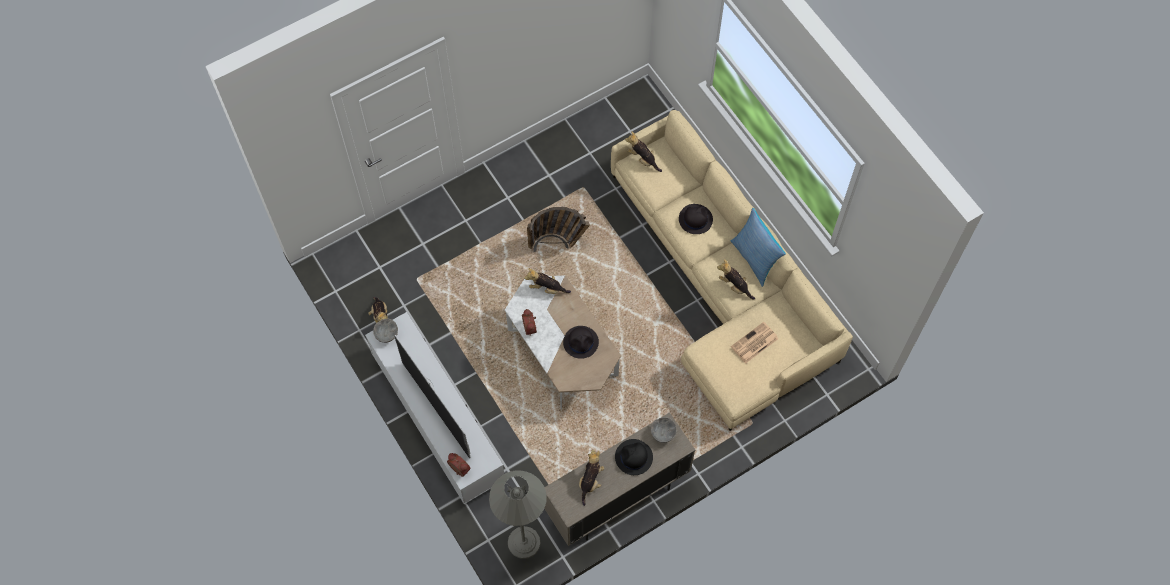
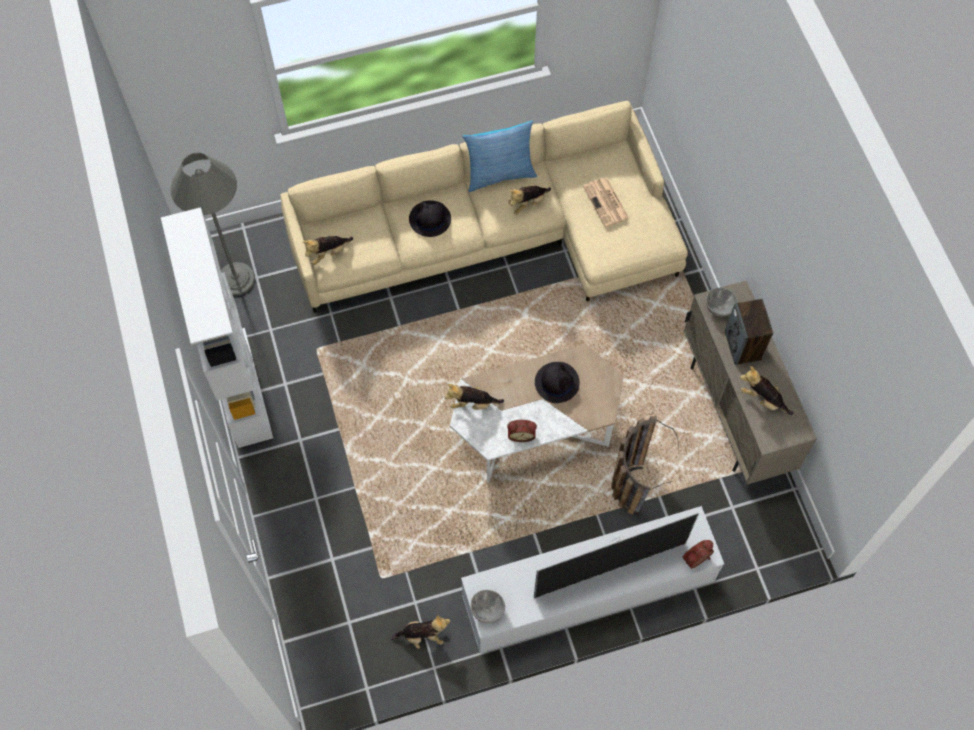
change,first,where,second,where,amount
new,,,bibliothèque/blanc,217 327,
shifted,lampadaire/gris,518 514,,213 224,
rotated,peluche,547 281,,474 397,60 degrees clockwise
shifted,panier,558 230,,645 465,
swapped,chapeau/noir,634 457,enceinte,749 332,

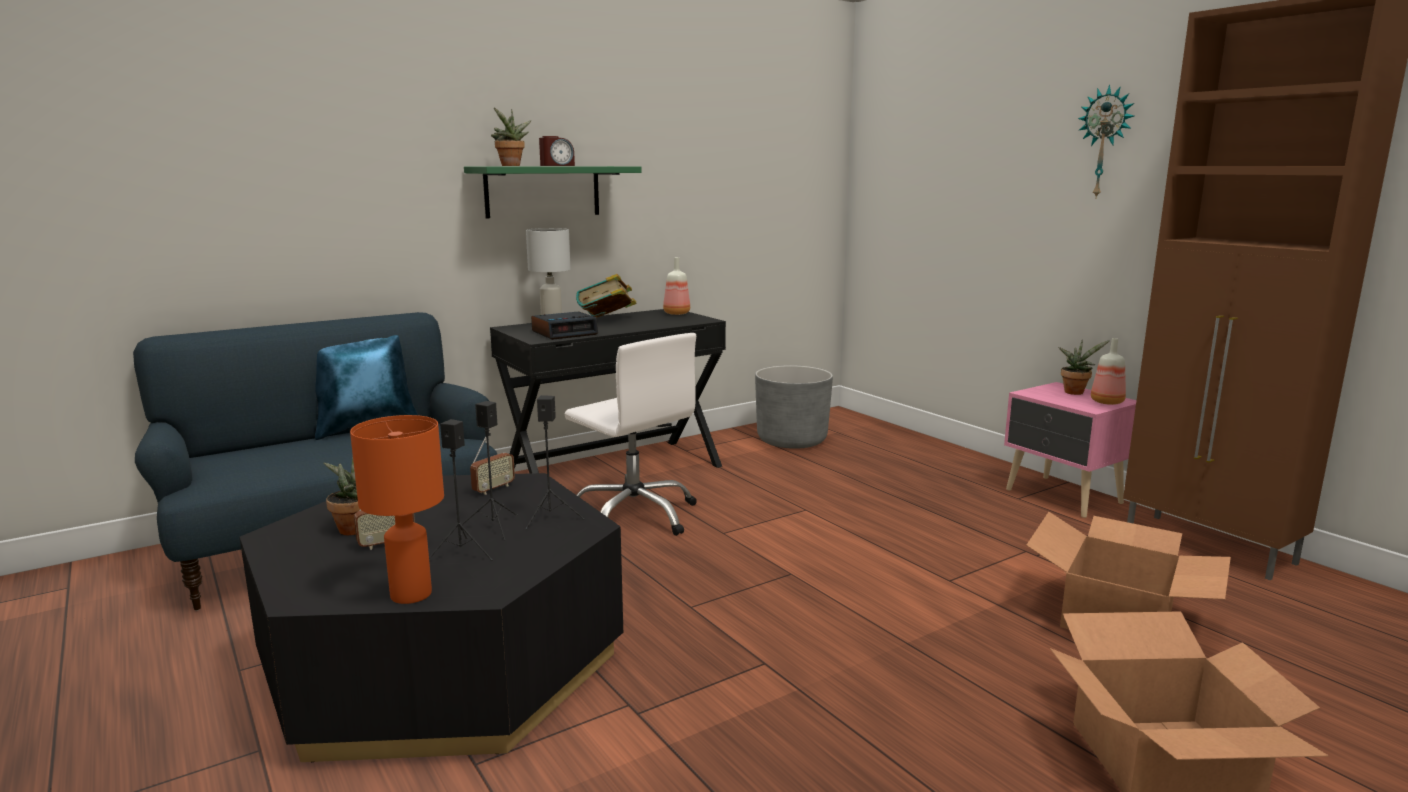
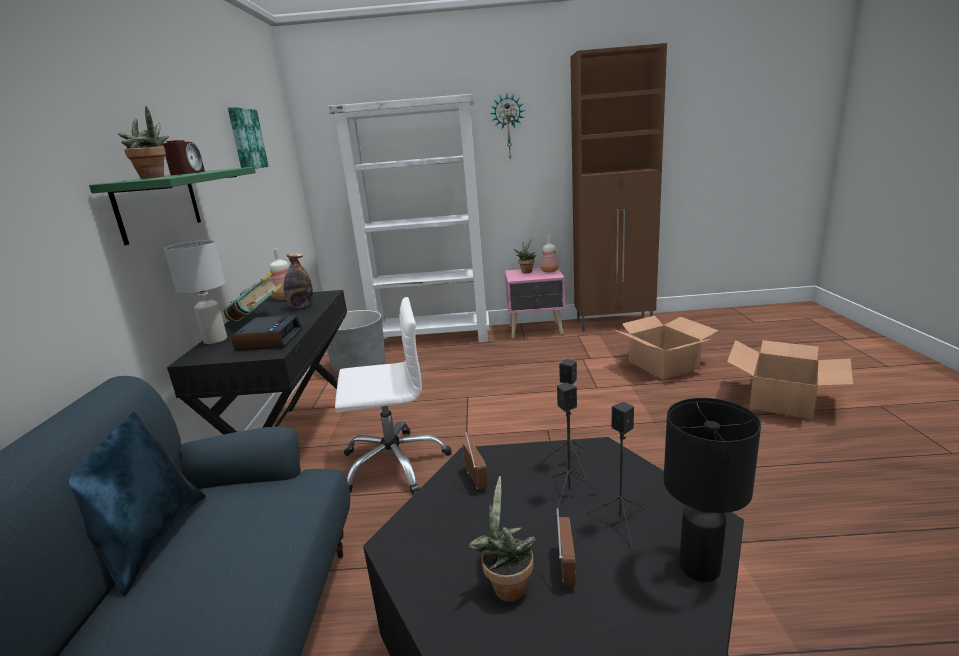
change,first,where,second,where,amount
new,,,tableau,248 138,
new,,,bouteille,298 280,
new,,,bibliothèque/blanc,409 218,
repainted,lampe de table/orange,397 509,lampe de table/noir,712 490,

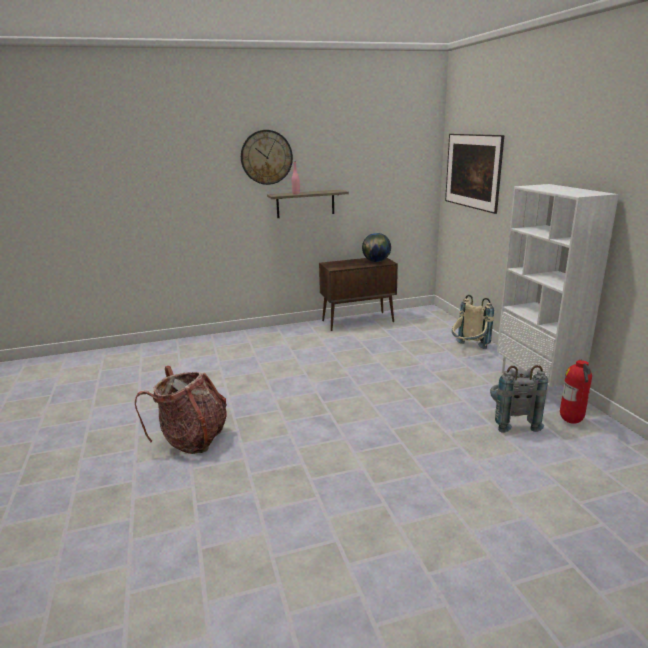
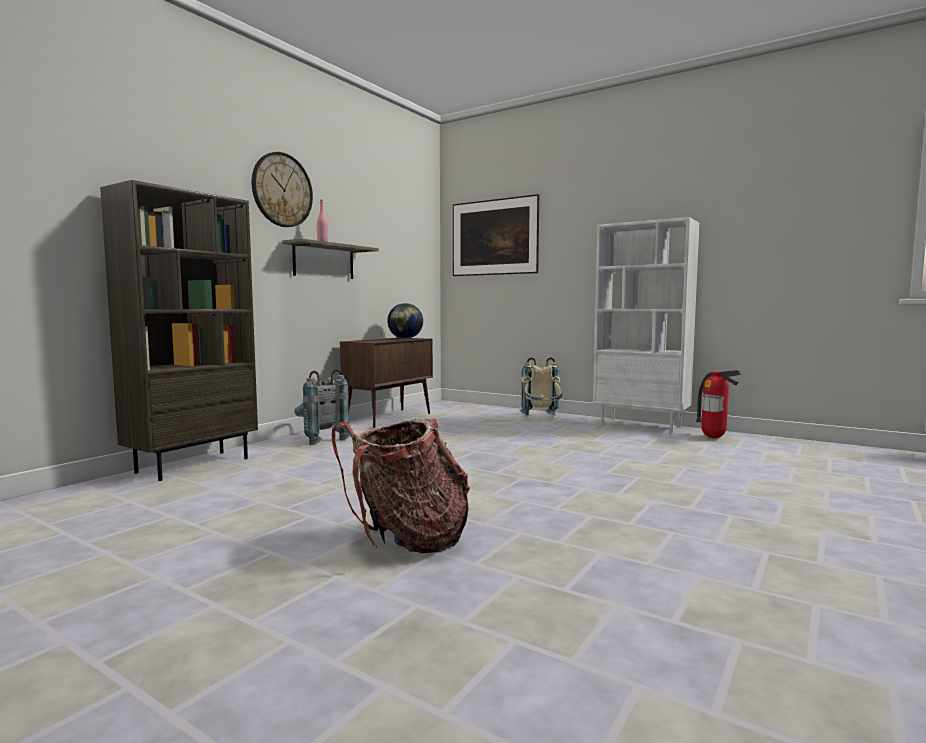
change,first,where,second,where,amount
new,,,bibliothèque/marron,179 330,
shifted,sac à dos/gris,519 398,,322 407,

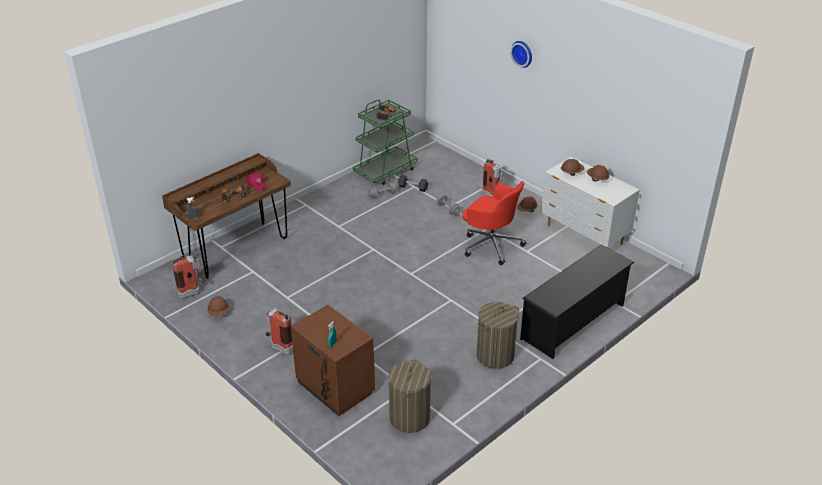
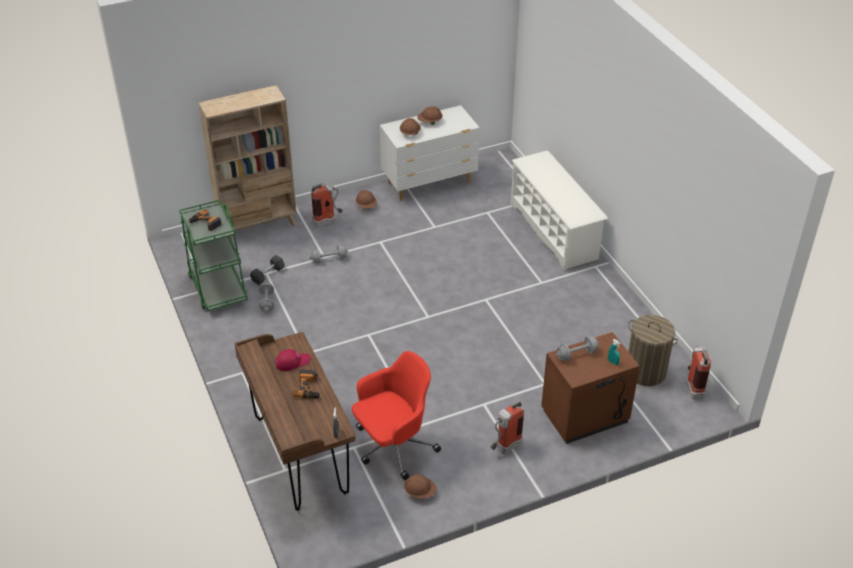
change,first,where,second,where,amount
new,,,bibliothèque/beige,247 163,
shifted,chaise de bureau/rouge,494 223,,396 415,
repainted,étagère à chaussures/noir,577 301,étagère à chaussures/blanc,559 210,
new,,,haltère/gris,577 348,
shifted,extincteur,189 277,,698 372,
gone,panier à linge,498 335,,,
gone,horloge murale,521 54,,,

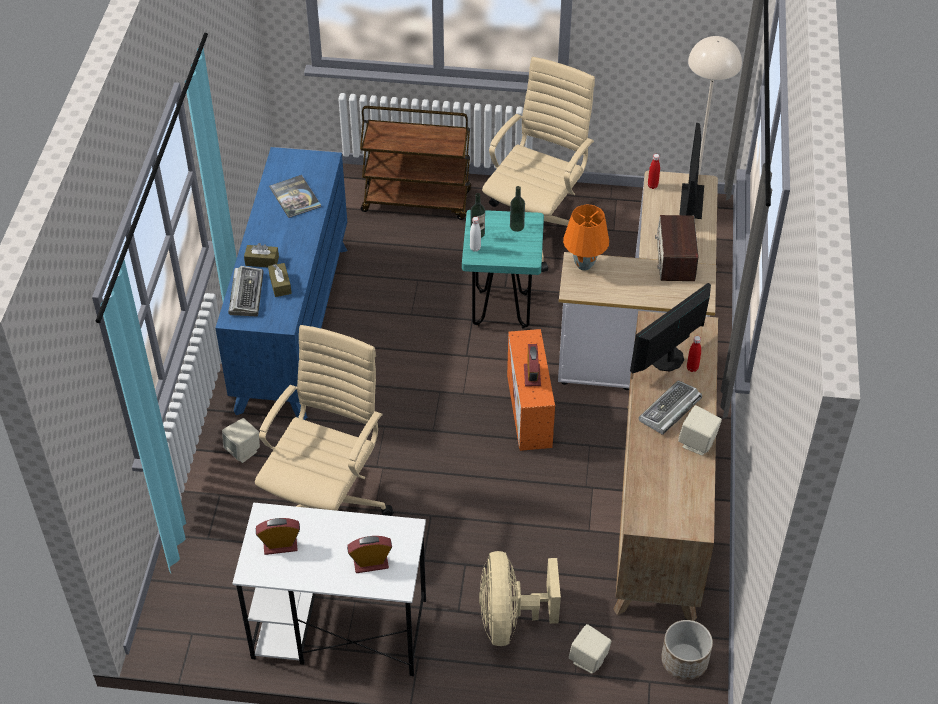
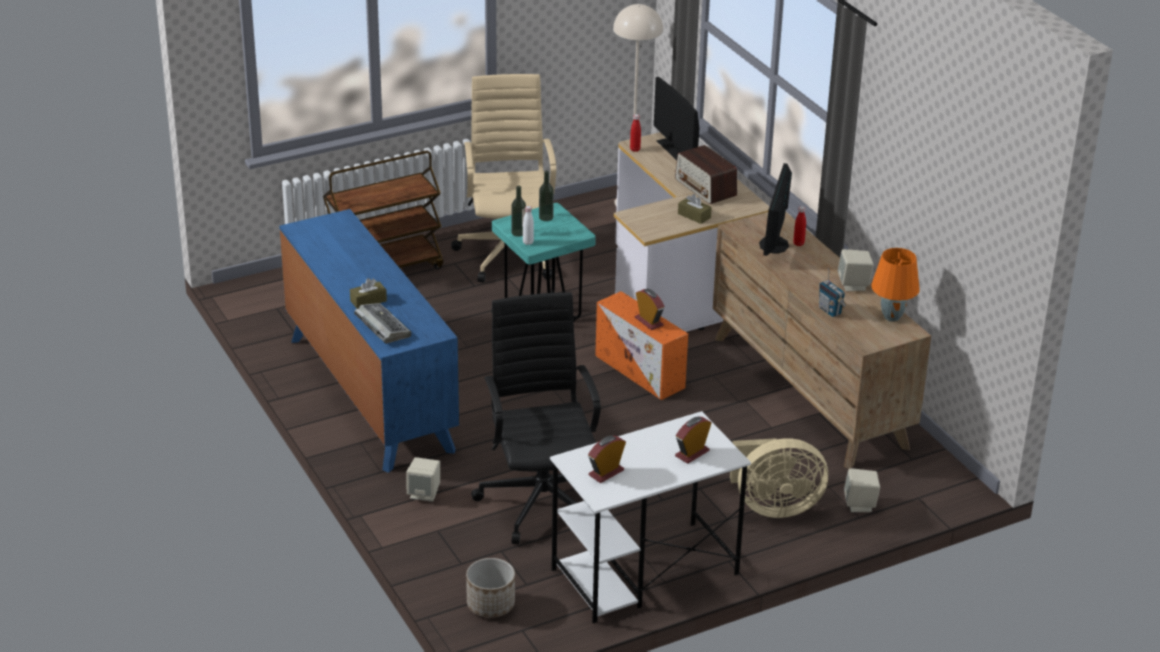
change,first,where,second,where,amount
shifted,cache-pot,687 650,,490 588,
repainted,chaise de bureau/beige,324 420,chaise de bureau/noir,536 418,
shifted,boîte à mouchoirs/marron,280 280,,695 209,
rotated,ventilateur/beige,520 598,,779 478,60 degrees counterclockwise
new,,,radio,832 292,
shifted,lampe de table/orange,586 237,,895 285,
gone,livre,295 196,,,
gone,clavier,670 407,,,

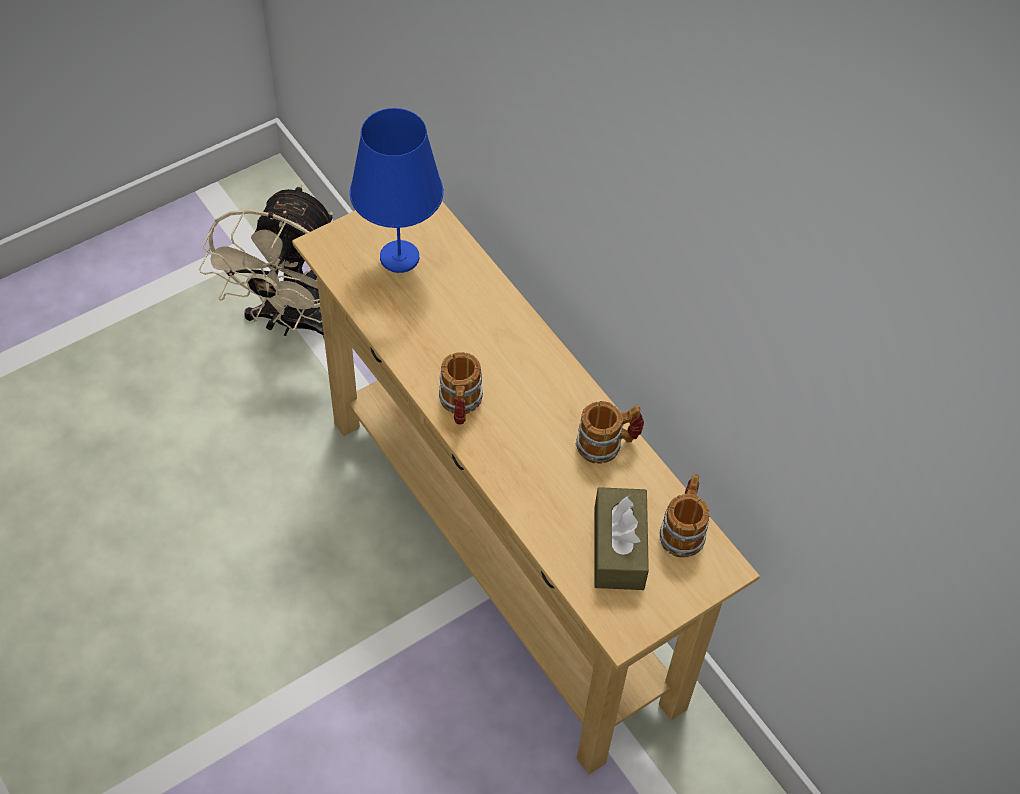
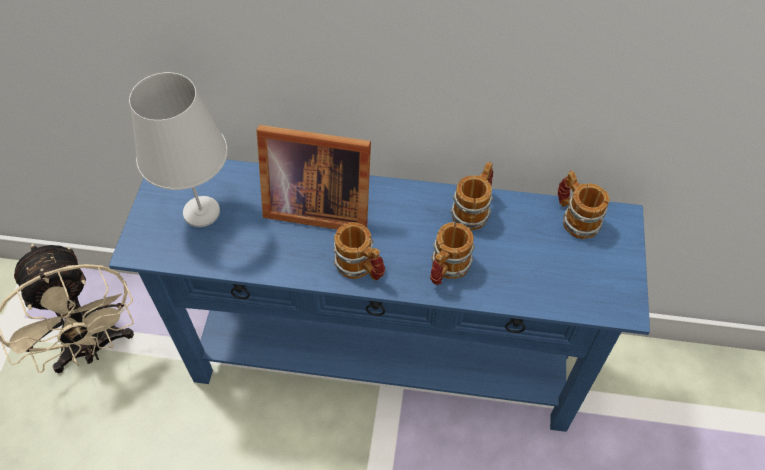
change,first,where,second,where,amount
repainted,table console/beige,526 488,table console/bleu,379 296,
repainted,lampe de table/bleu,396 190,lampe de table/blanc,178 149,
new,,,cadre photo,314 177,
new,,,mug,452 253,
gone,boîte à mouchoirs/marron,621 538,,,

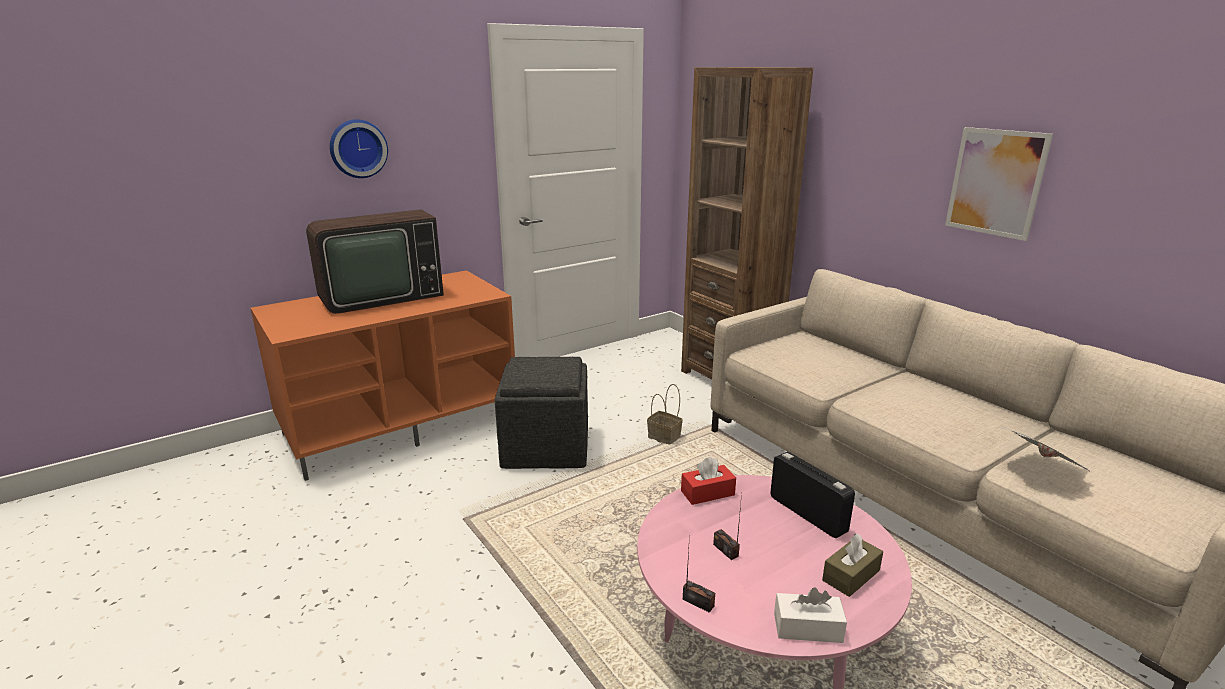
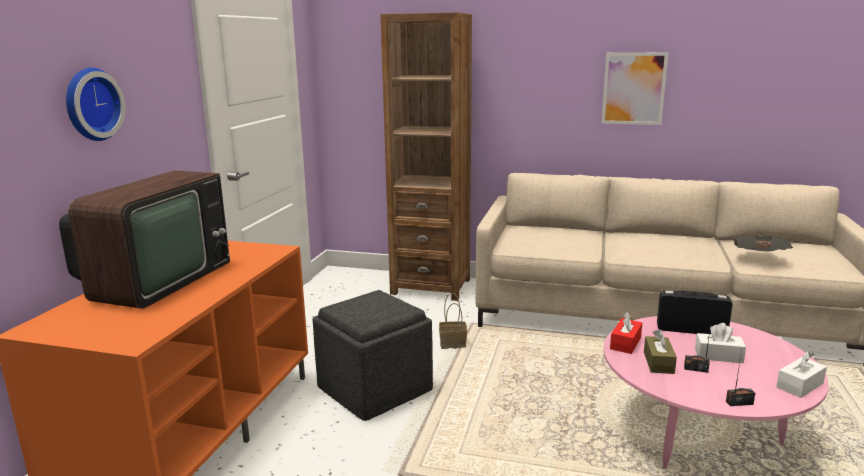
change,first,where,second,where,amount
shifted,boîte à mouchoirs/marron,852 565,,660 351,
new,,,boîte à mouchoirs/blanc,720 343,

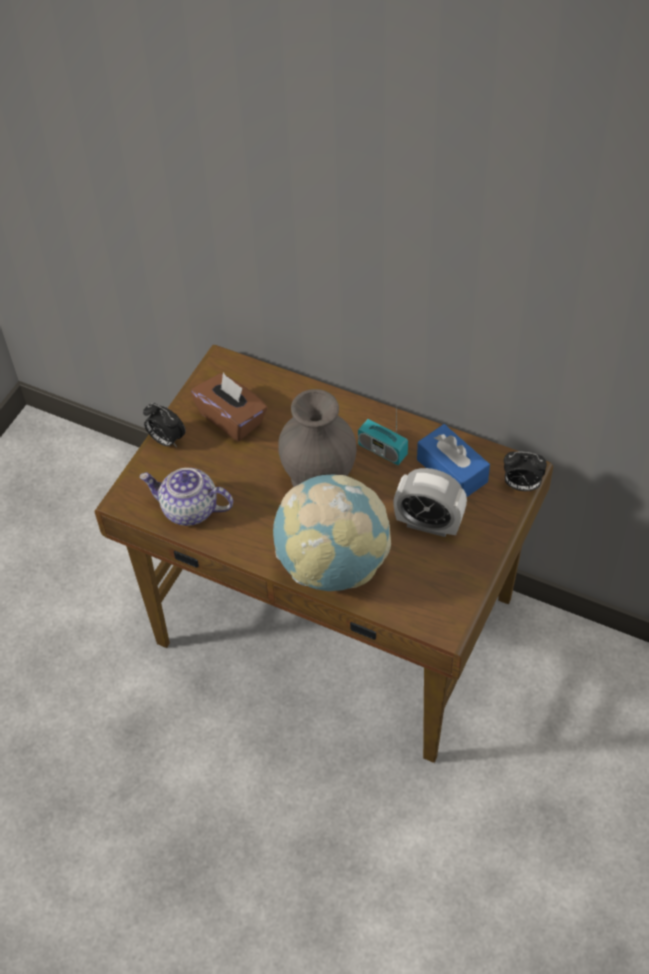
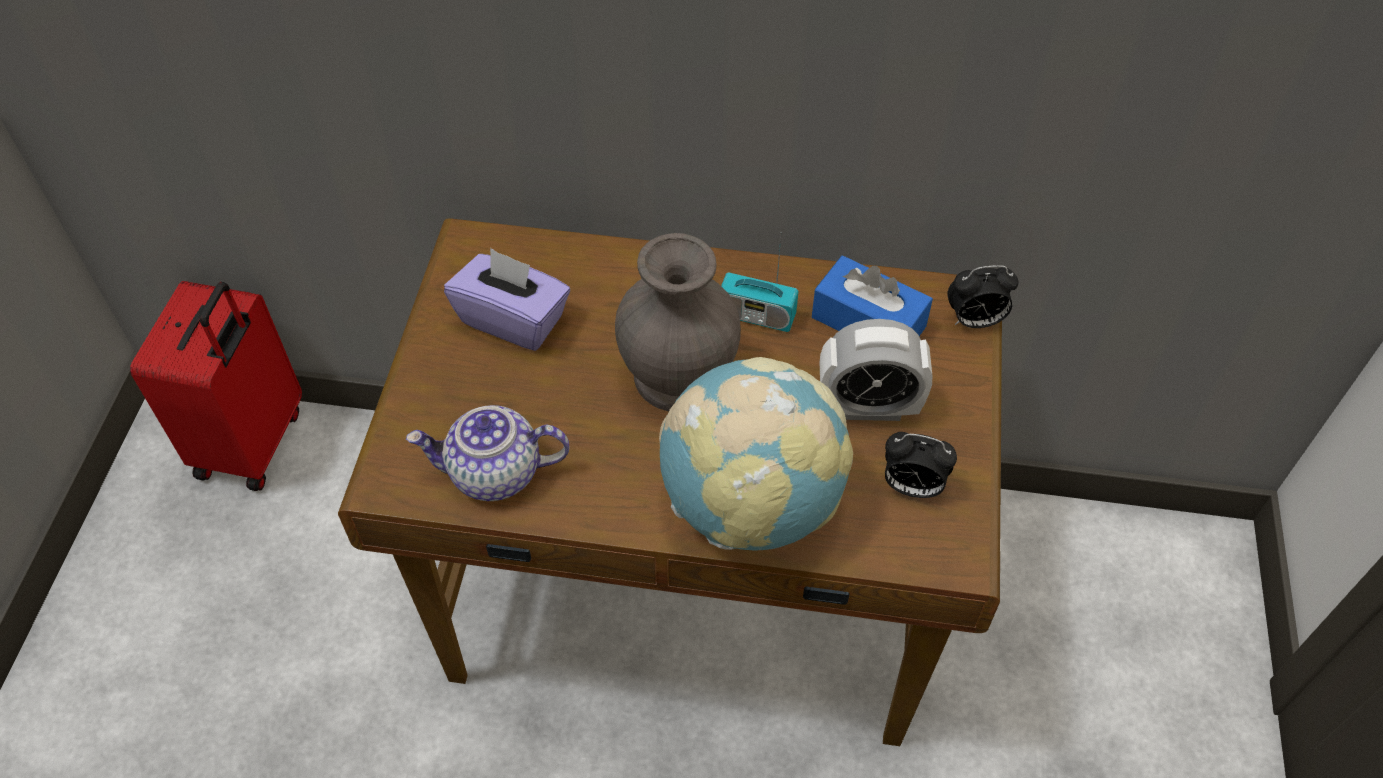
change,first,where,second,where,amount
new,,,valise/rouge,216 386,
repainted,boîte à mouchoirs/marron,229 407,boîte à mouchoirs/violet,507 299,
shifted,réveil,164 425,,921 465,

